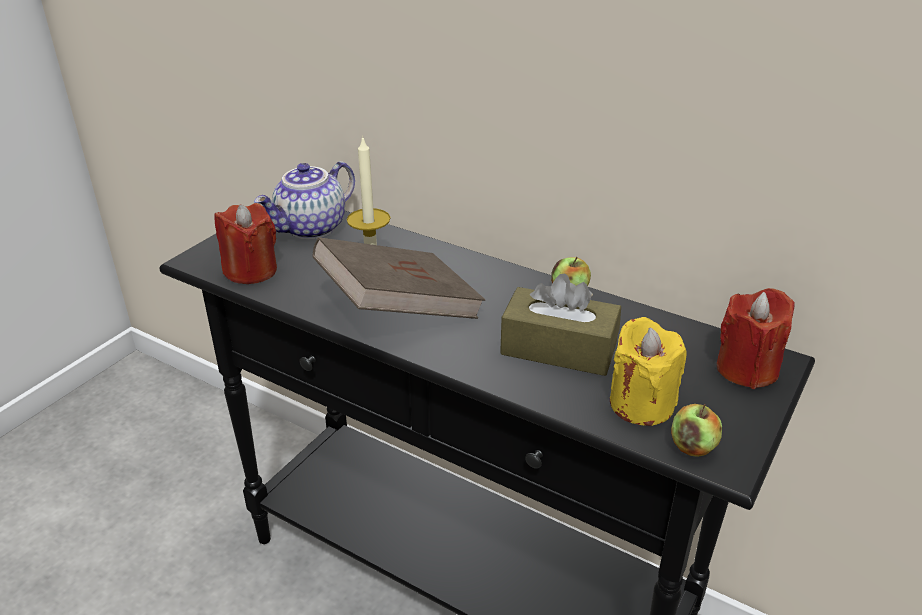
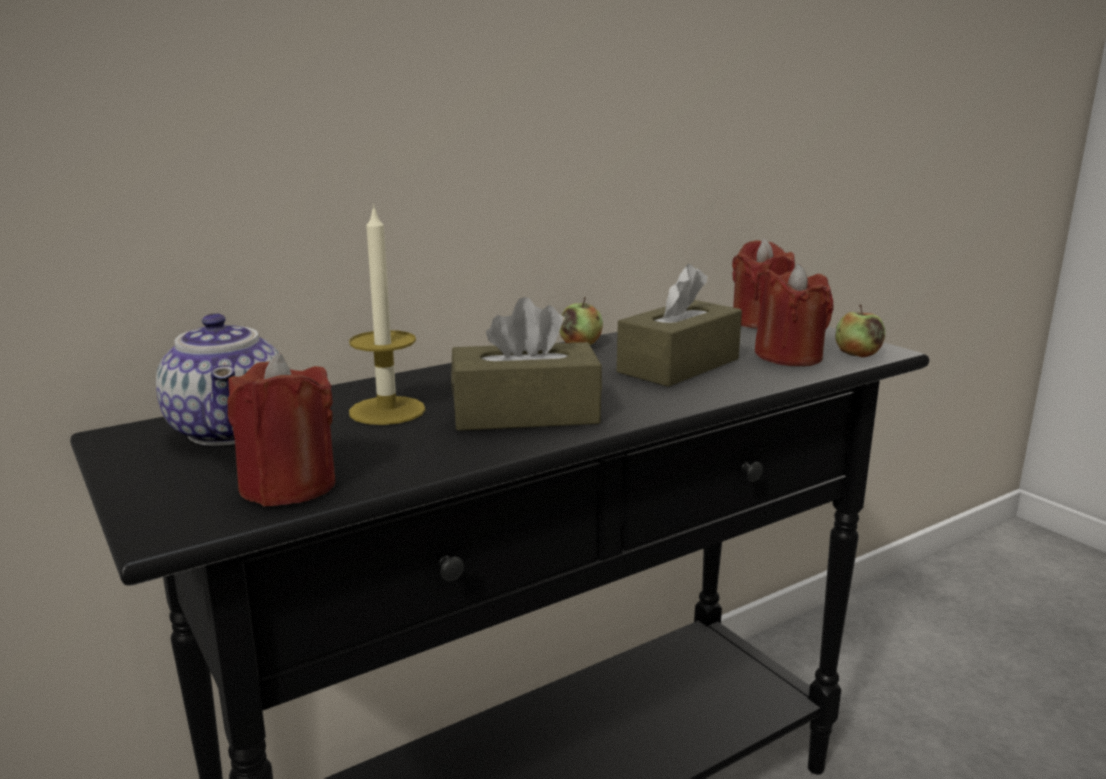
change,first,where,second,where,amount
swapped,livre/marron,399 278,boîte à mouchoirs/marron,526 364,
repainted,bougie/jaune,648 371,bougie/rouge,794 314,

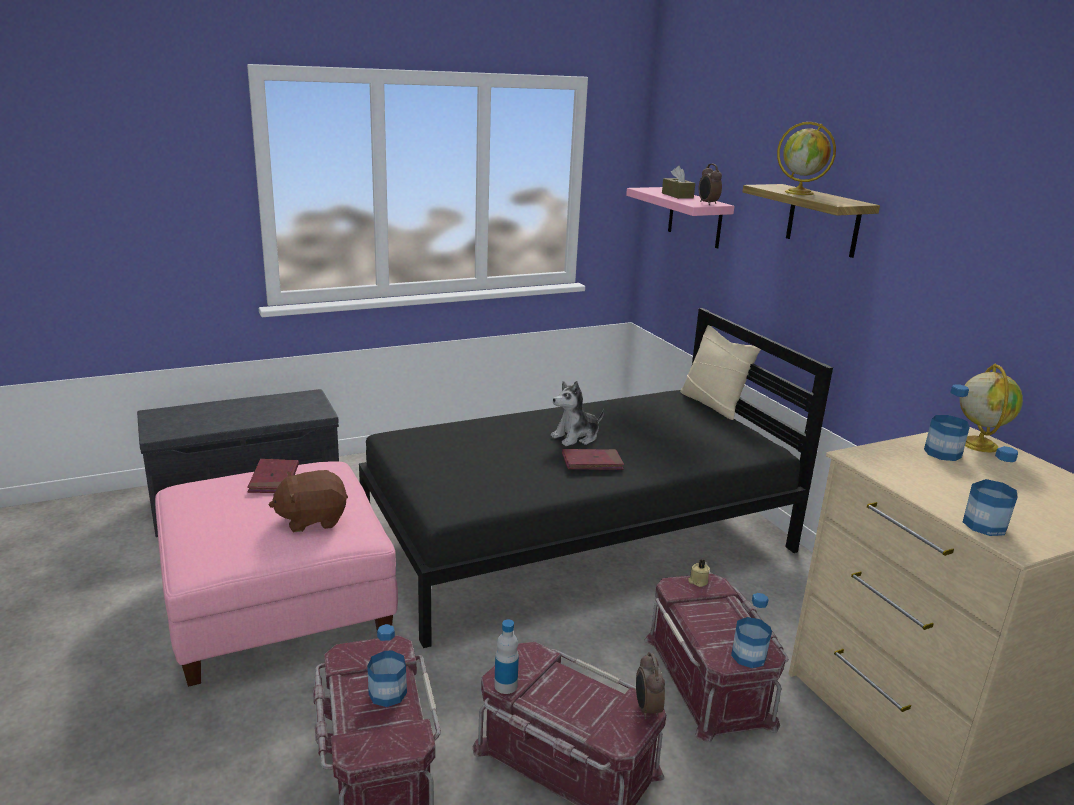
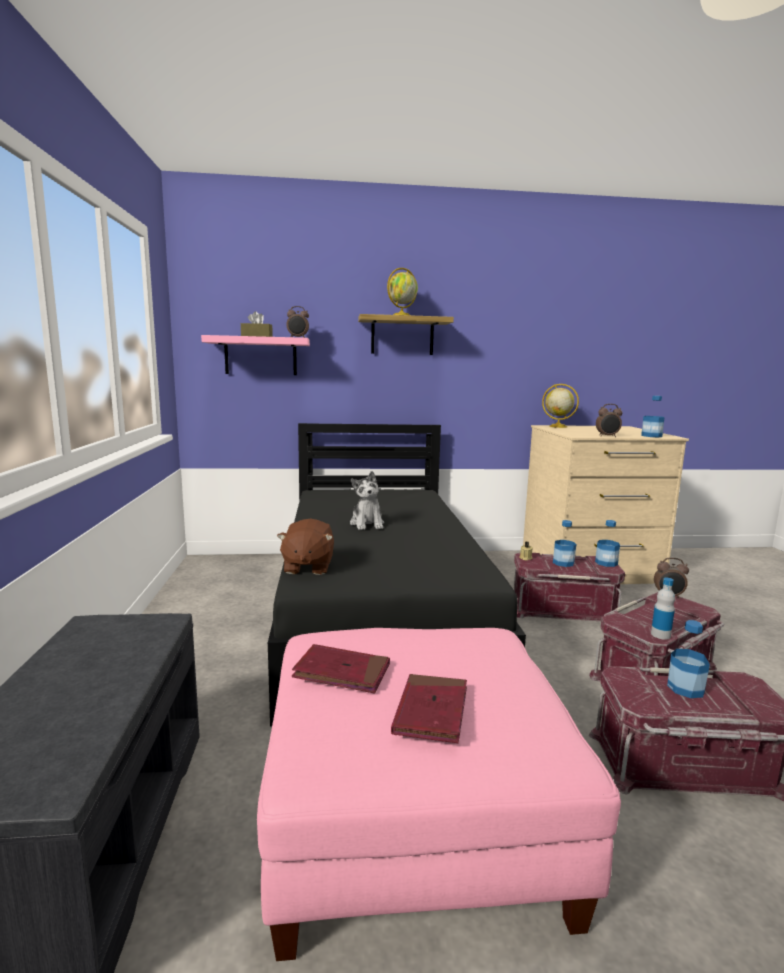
change,first,where,second,where,amount
shifted,peluche/marron,308 501,,305 546,
shifted,livre/rouge,593 459,,429 708,
shifted,bouteille,947 422,,564 543,
new,,,réveil,609 420,
gone,coussin/beige,720 372,,,

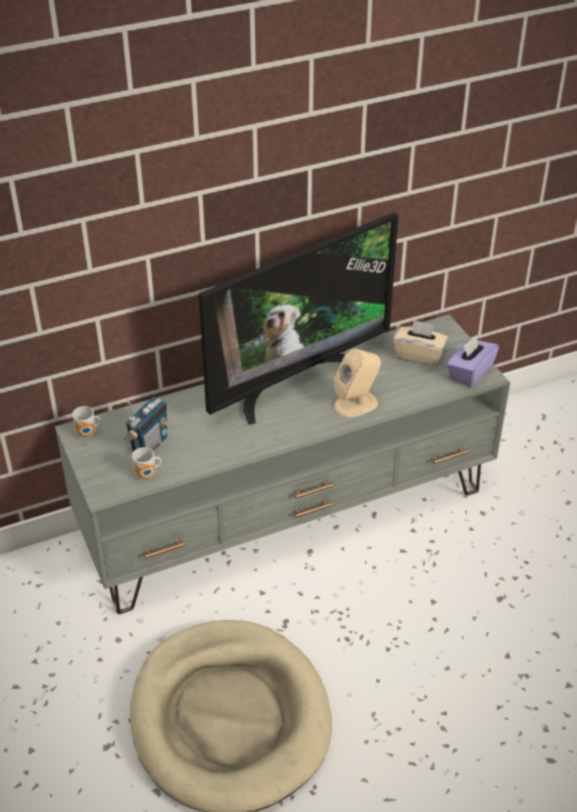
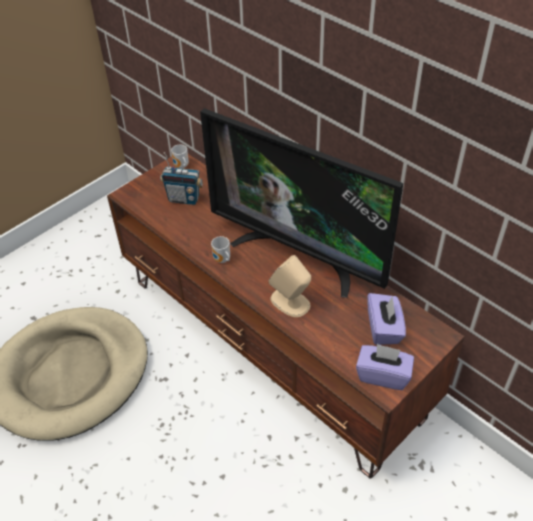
change,first,where,second,where,amount
repainted,meuble télé/gris,282 464,meuble télé/marron,286 316,
shifted,mug,147 463,,220 249,
repainted,boîte à mouchoirs/beige,420 343,boîte à mouchoirs/violet,386 319,

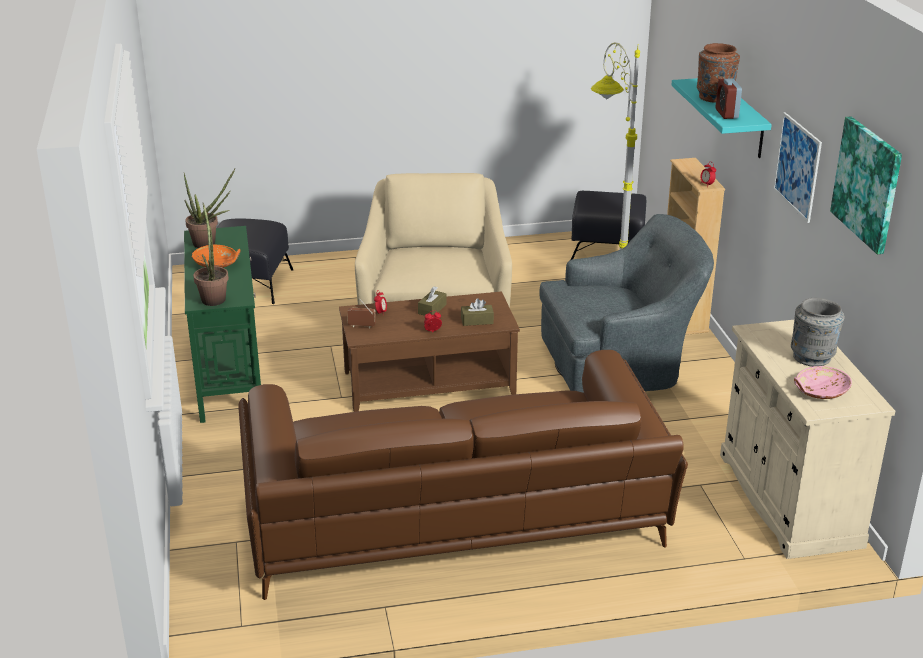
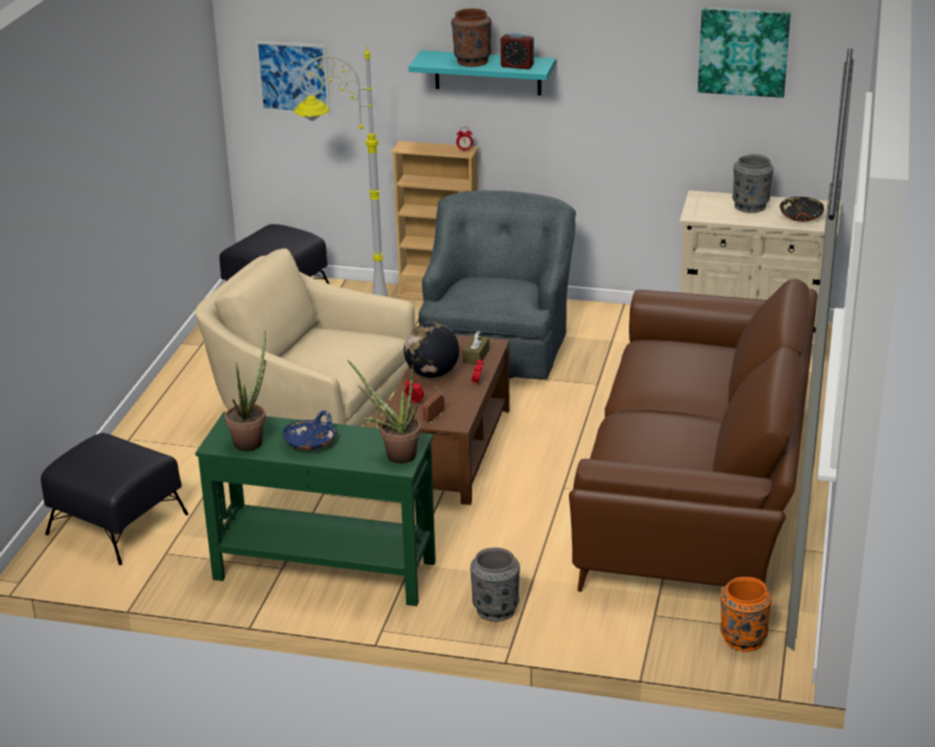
change,first,where,second,where,amount
shifted,tableau,797 167,,293 78,
repainted,bol/orange,216 256,bol/bleu,309 430,
swapped,boîte à mouchoirs/marron,432 301,globe,431 350,
new,,,vase/gris,495 584,
new,,,vase/orange,746 614,
repainted,bol/rose,823 382,bol/noir,802 209,

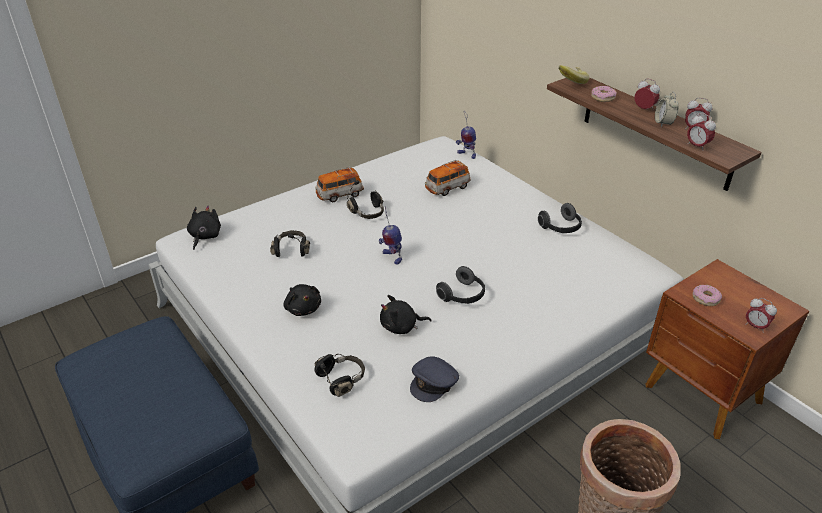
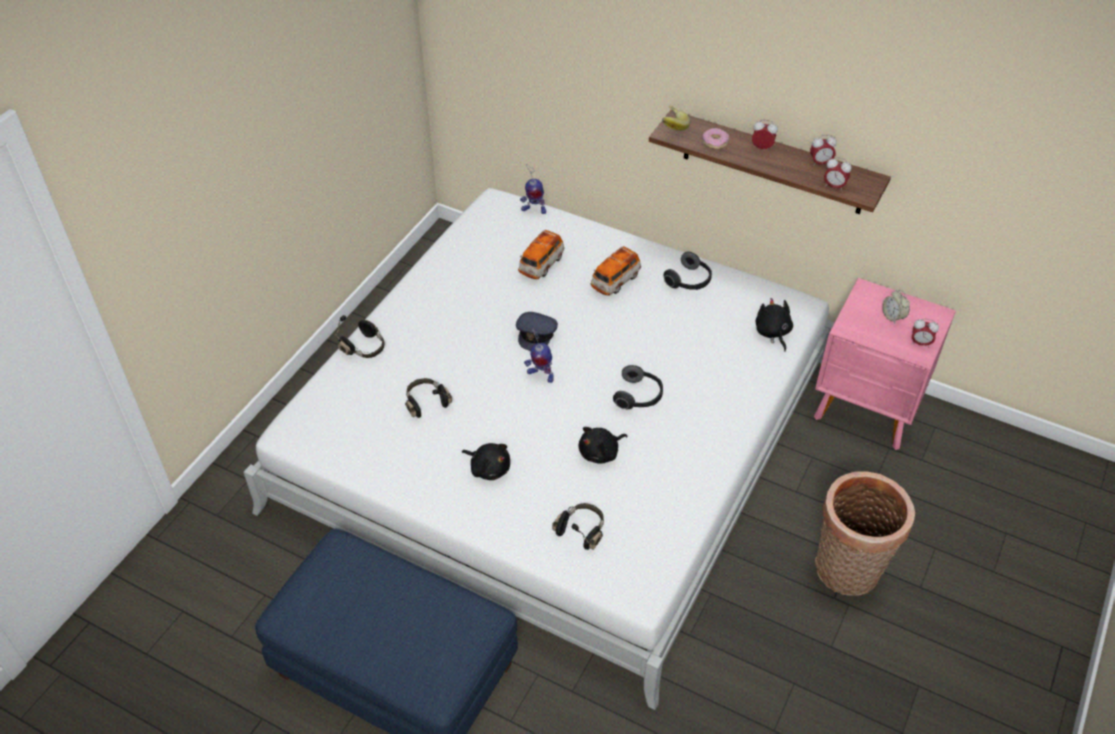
change,first,where,second,where,amount
shifted,casque audio/noir,365 199,,360 336,
shifted,casquette/gris,434 379,,537 331,
shifted,petite voiture,339 184,,616 271,
shifted,peluche/noir,204 228,,774 325,
repainted,table de chevet/marron,727 349,table de chevet/rose,885 364,
shifted,réveil,667 109,,896 307,
gone,beignet,707 295,,,

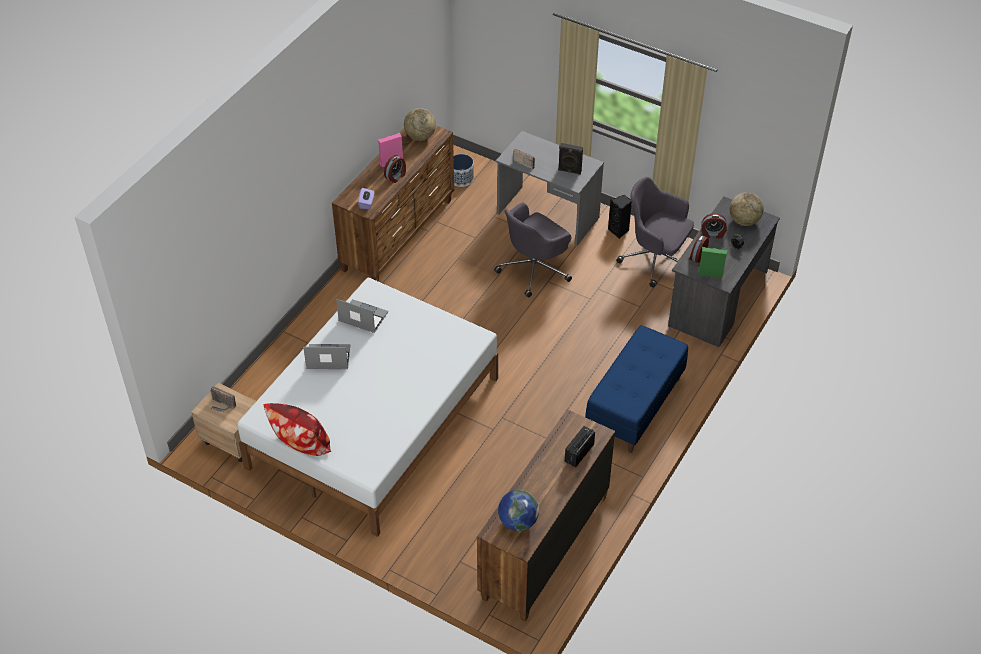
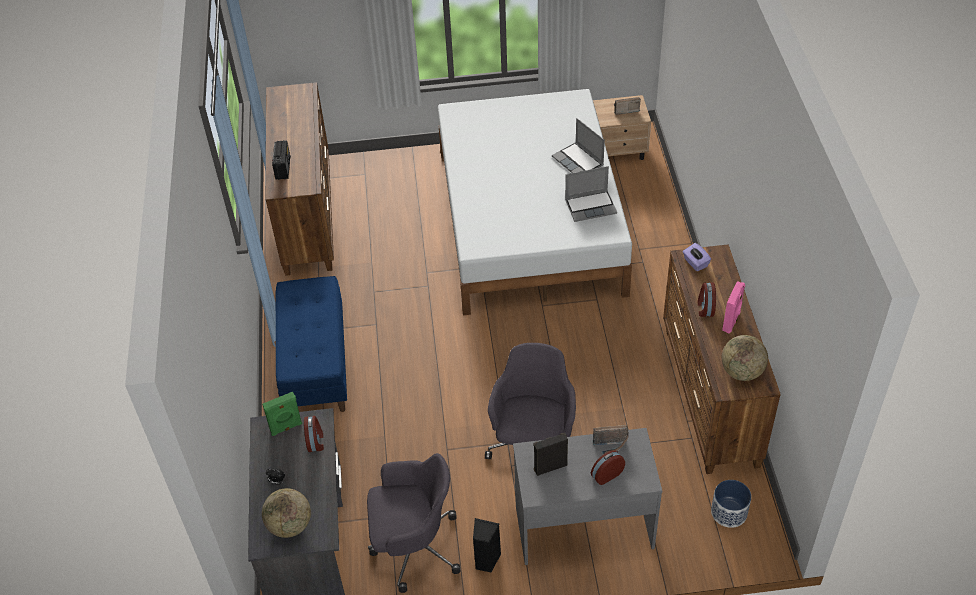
change,first,where,second,where,amount
rotated,ordinateur portable,326 356,,578 145,90 degrees clockwise
shifted,réveil,714 225,,608 467,
gone,coussin,297 429,,,
gone,globe,518 510,,,

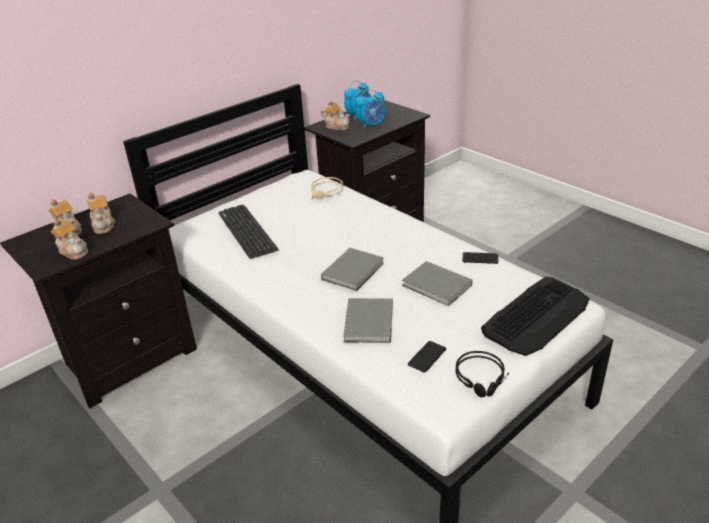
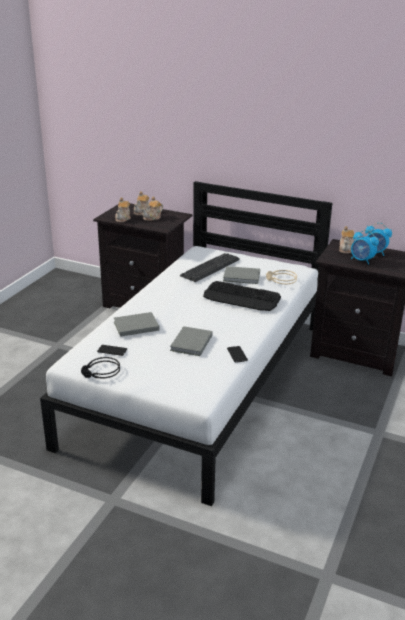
change,first,where,second,where,amount
shifted,clavier,535 316,,242 296,
shifted,livre/gris,352 269,,241 275,

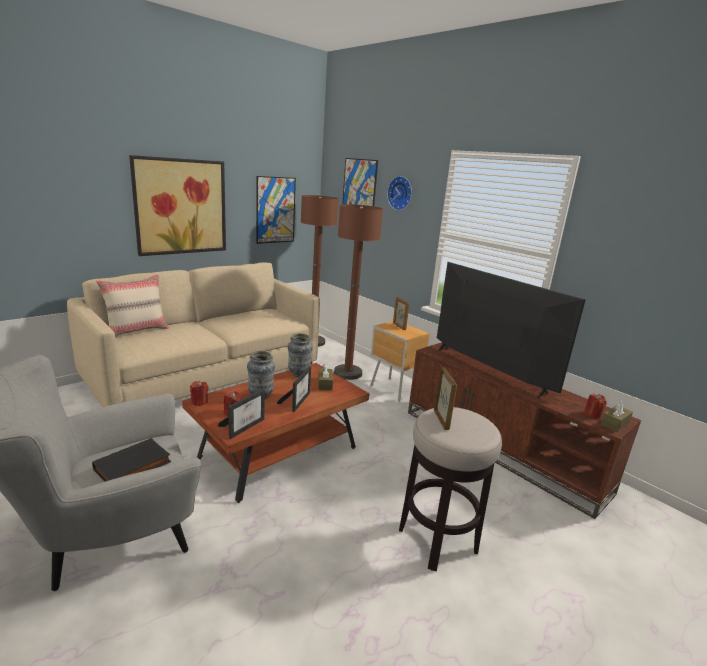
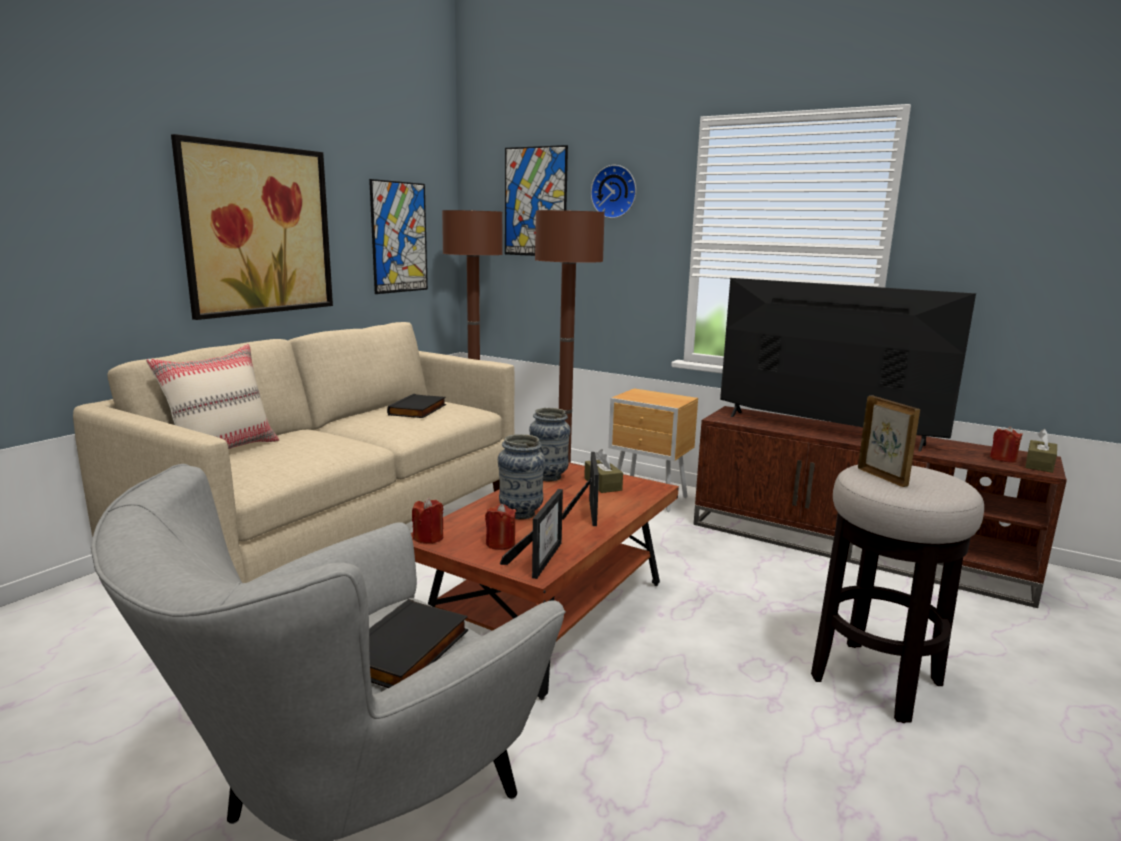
change,first,where,second,where,amount
new,,,livre/noir,416 406,
gone,cadre photo,401 313,,,

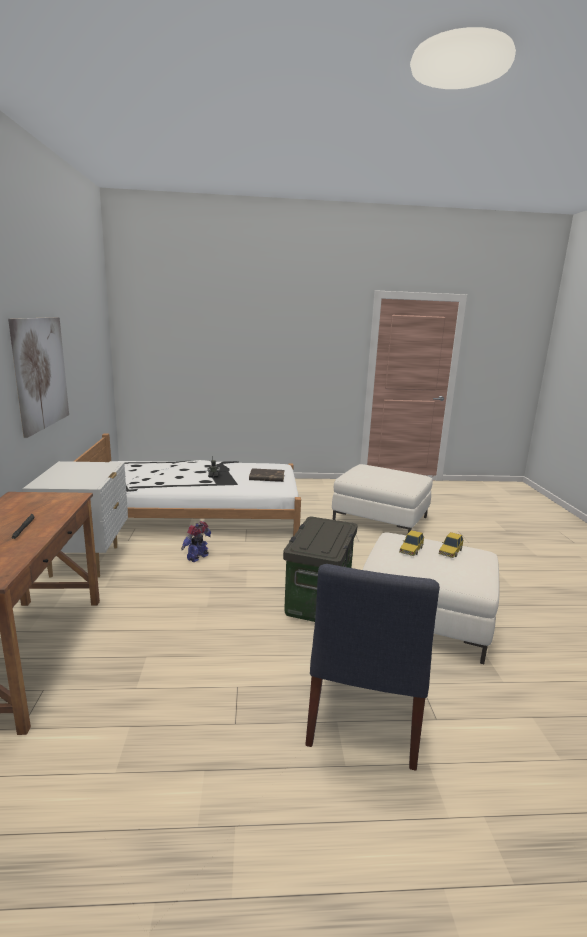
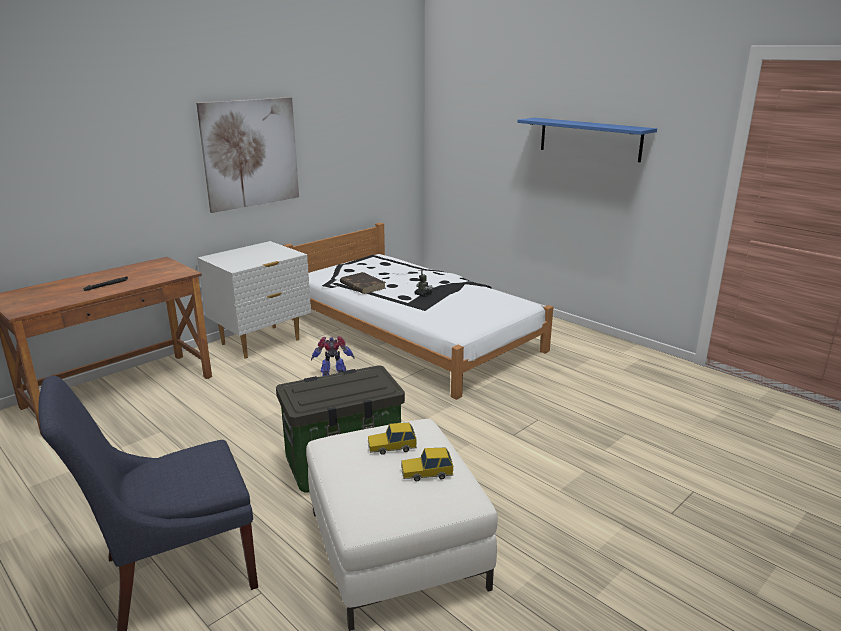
change,first,where,second,where,amount
shifted,livre/marron,267 475,,363 283,
new,,,étagère/bleu,587 140,
gone,pouf/blanc,382 498,,,

